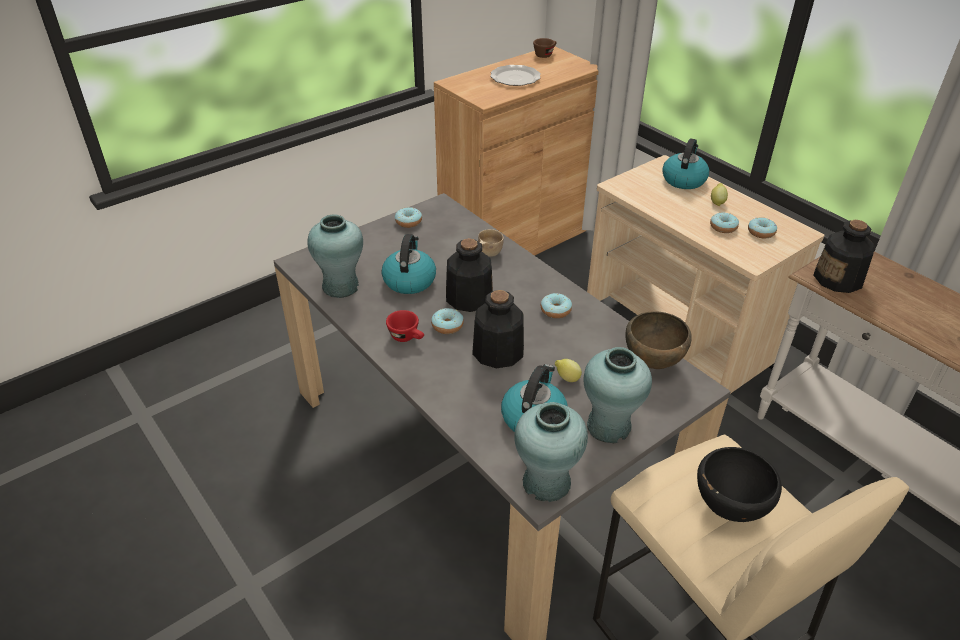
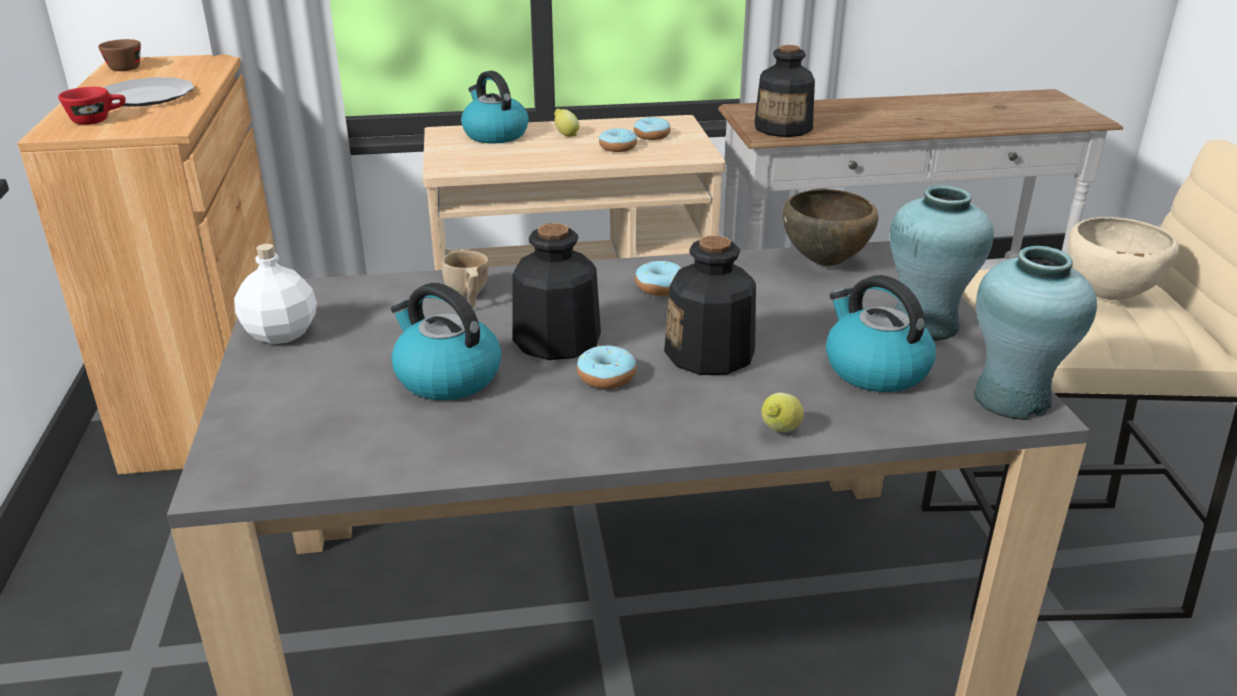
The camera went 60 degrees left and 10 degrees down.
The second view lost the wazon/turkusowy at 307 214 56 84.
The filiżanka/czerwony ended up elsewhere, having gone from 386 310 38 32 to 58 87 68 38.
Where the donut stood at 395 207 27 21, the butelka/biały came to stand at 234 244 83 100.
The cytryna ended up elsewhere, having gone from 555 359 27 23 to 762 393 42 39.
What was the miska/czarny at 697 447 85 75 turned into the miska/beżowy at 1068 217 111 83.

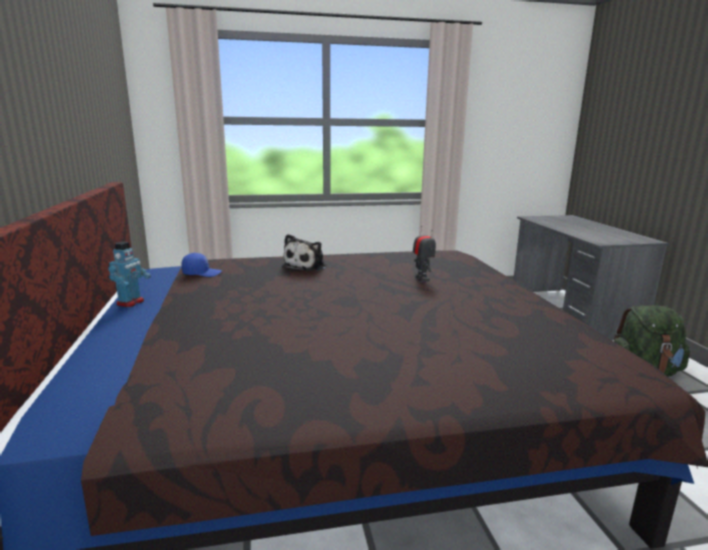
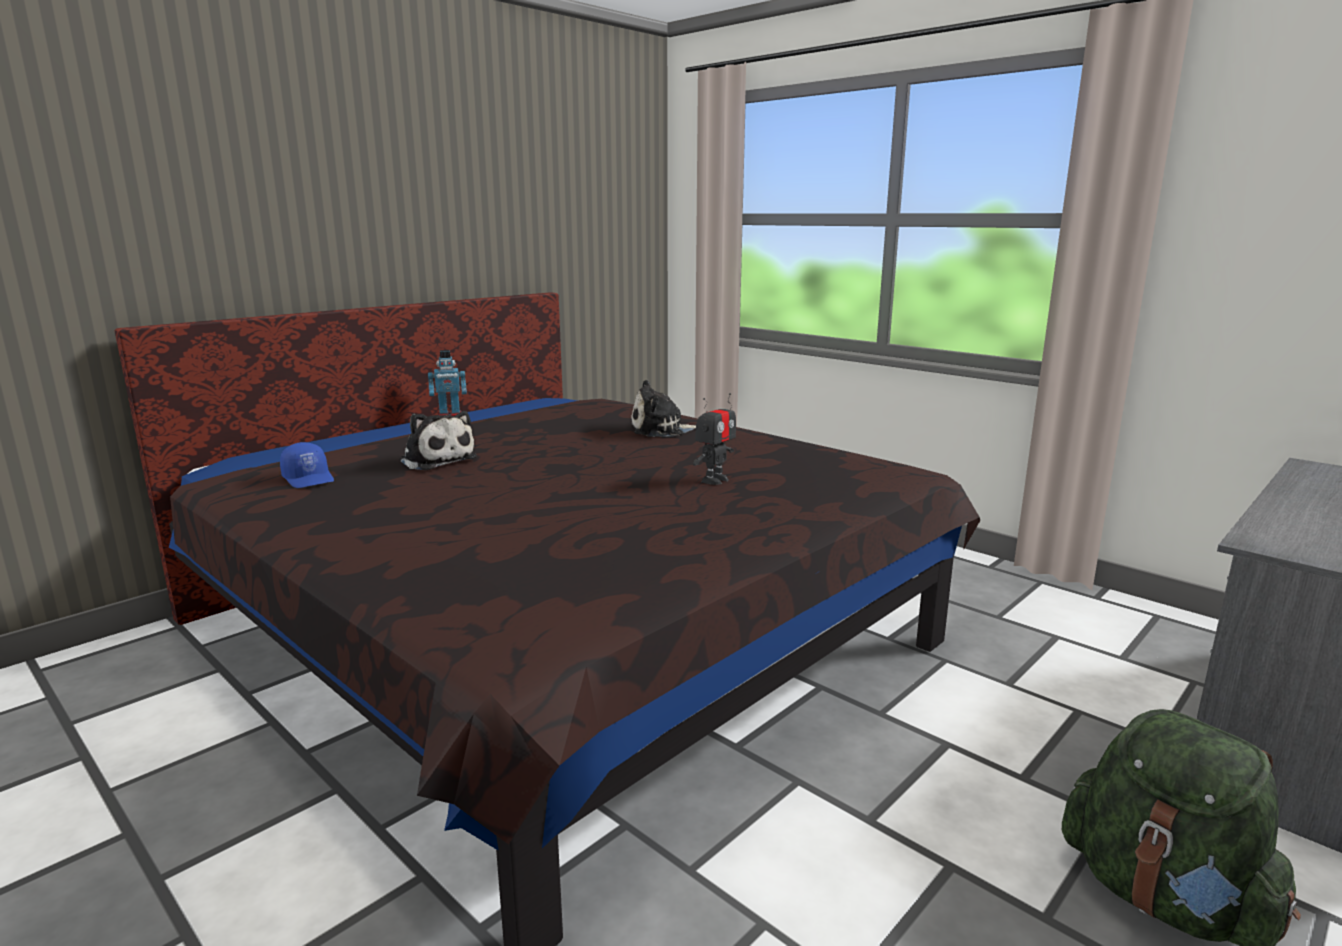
The camera went 55 degrees right and 0 degrees up.
The czapka z daszkiem/niebieski ended up elsewhere, having gone from 181 253 41 24 to 280 442 54 46.
The second view gained the pluszak at 399 411 78 59.

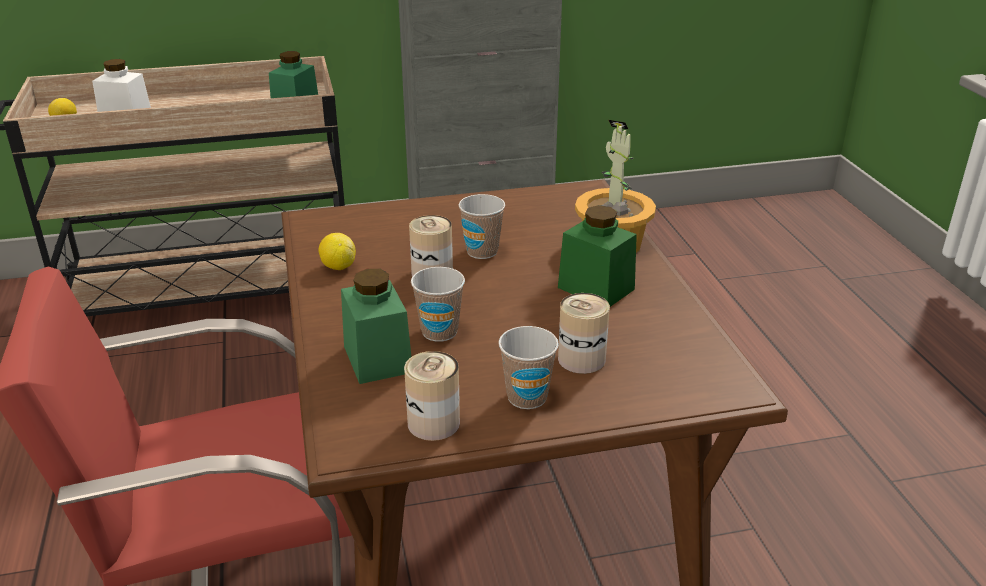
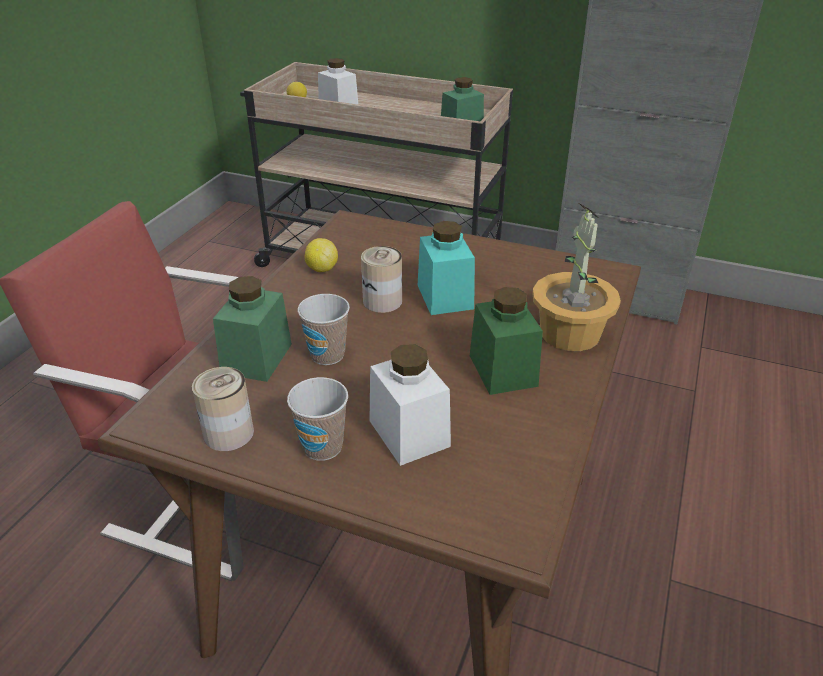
The camera went 35 degrees right and 5 degrees up.
Where the filiżanka stood at 459 194 46 65, the słoik/turkusowy came to stand at 418 221 57 94.
Where the puszka stood at 558 293 52 81, the słoik/biały came to stand at 370 344 81 122.

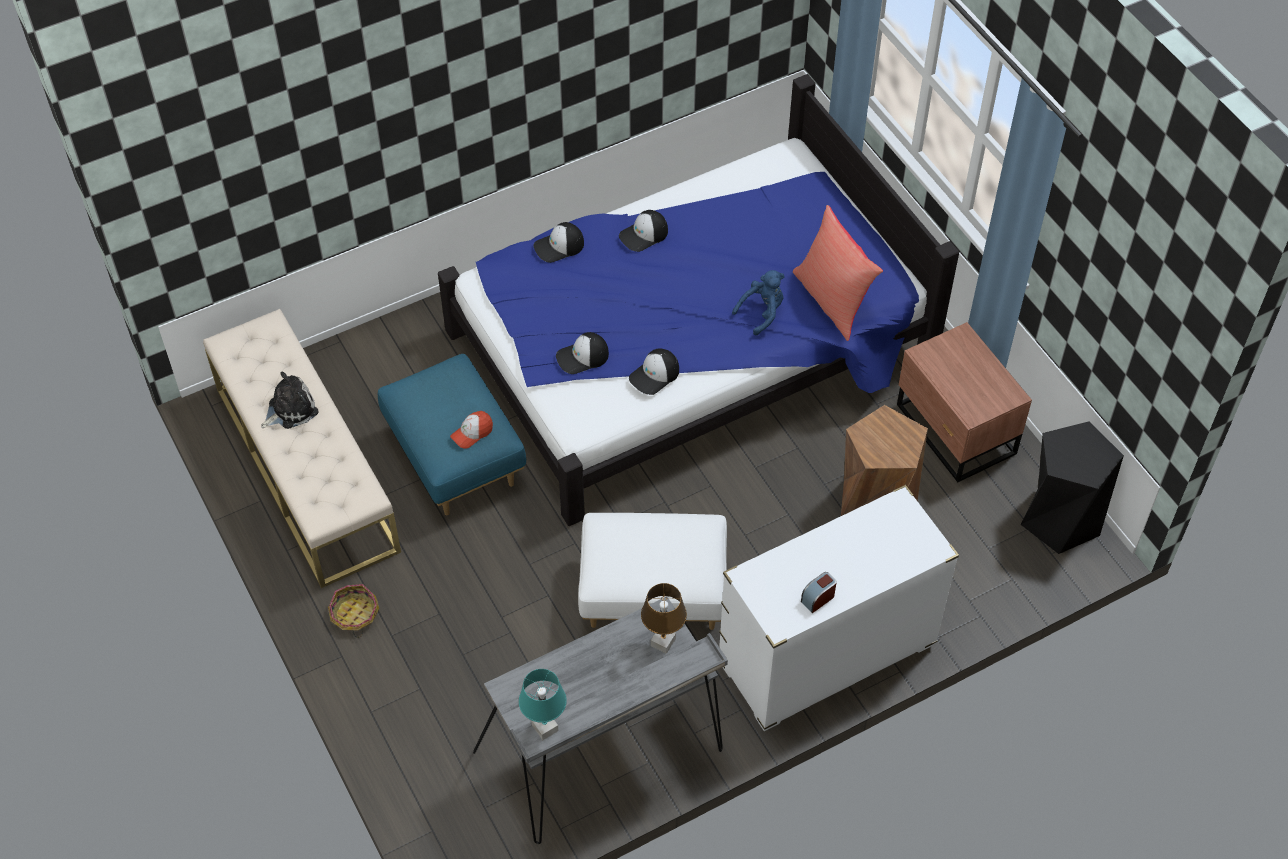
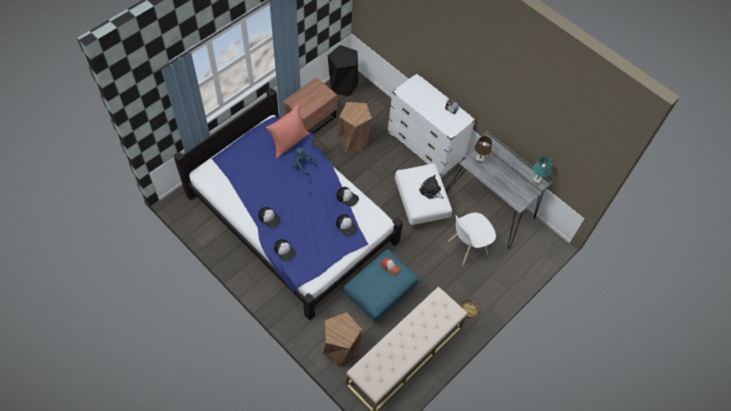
The camera went 110 degrees left and 5 degrees up.
The pluszak ended up elsewhere, having gone from 261 372 58 57 to 419 175 25 24.
The second view gained the stołek/brązowy at 323 312 39 56.
The second view gained the krzesło/biały at 448 213 48 53.

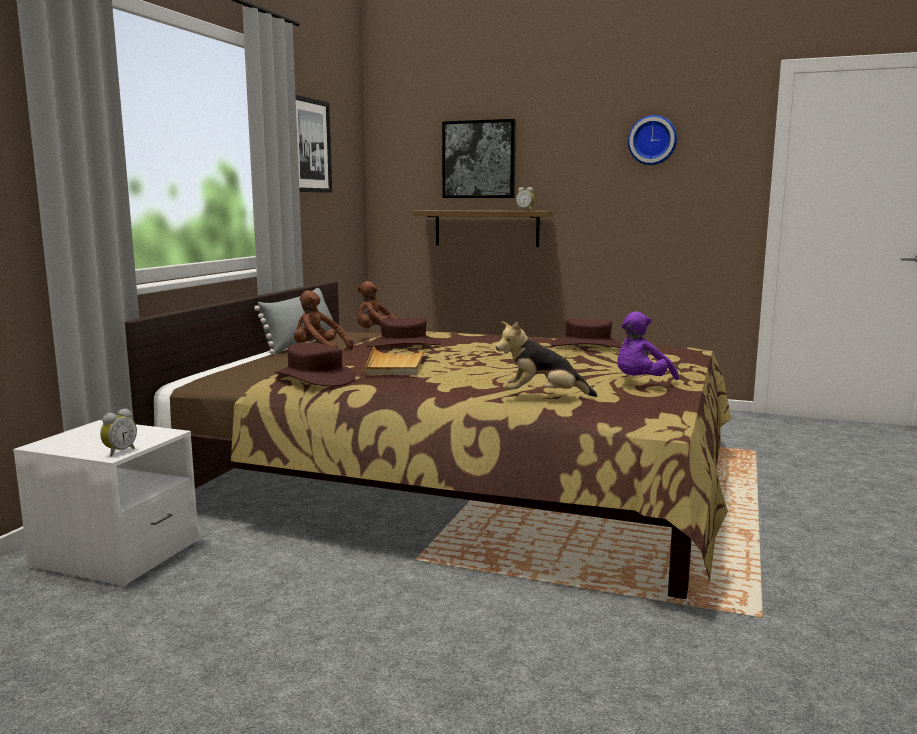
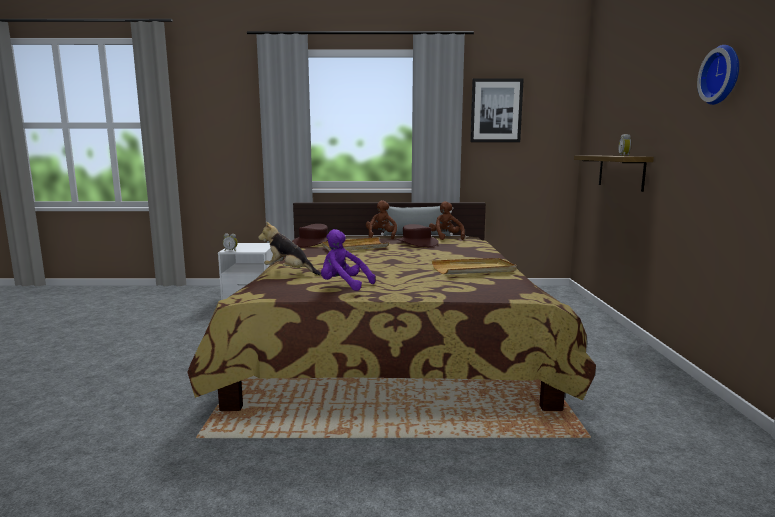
The camera went 70 degrees right and 0 degrees up.
The second view lost the obraz at 442 119 74 79.
The pluszak at 496 321 101 76 ended up facing another way, 45 degrees counterclockwise from before.
Where the kapelusz/brązowy stood at 550 318 73 30, the taca/beżowy came to stand at 431 258 86 16.

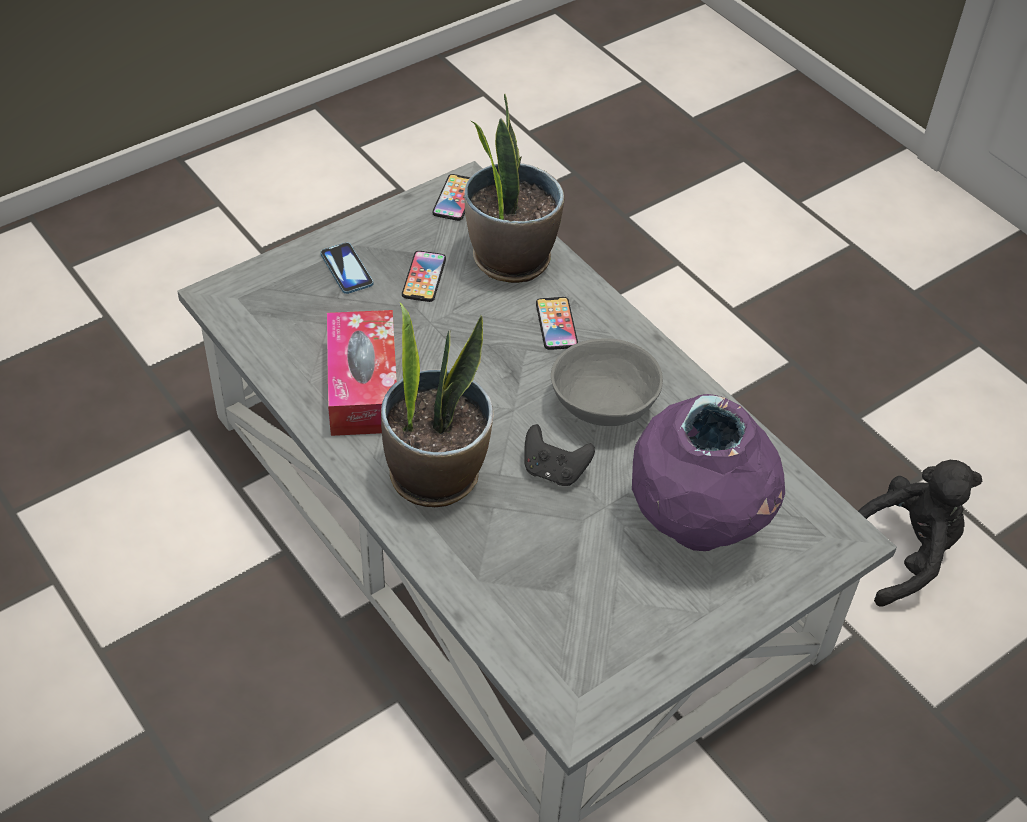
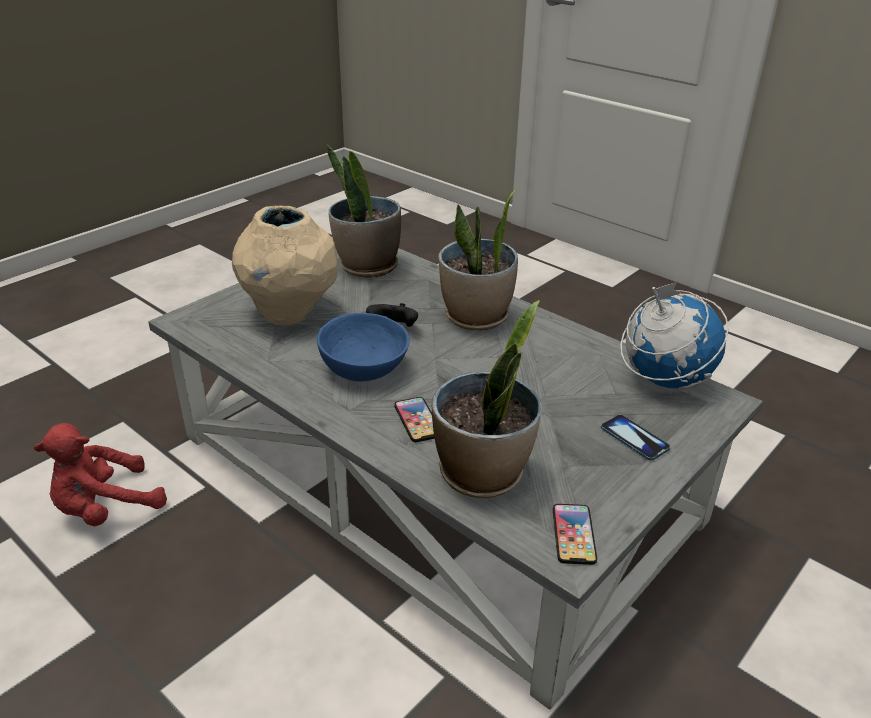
The camera went 170 degrees right and 15 degrees down.
The second view lost the pudełko chusteczek at 327 310 70 126.
The second view lost the telefon at 402 251 44 51.
What was the miska/szary at 551 338 112 88 turned into the miska/niebieski at 317 313 93 69.
What was the wazon/fioletowy at 632 394 153 157 turned into the wazon/beżowy at 232 206 106 120.
What was the pluszak/czarny at 858 460 124 147 turned into the pluszak/czerwony at 34 423 133 103.
The second view gained the roślina doniczkowa at 327 145 74 133.
The second view gained the globus at 620 281 109 110.

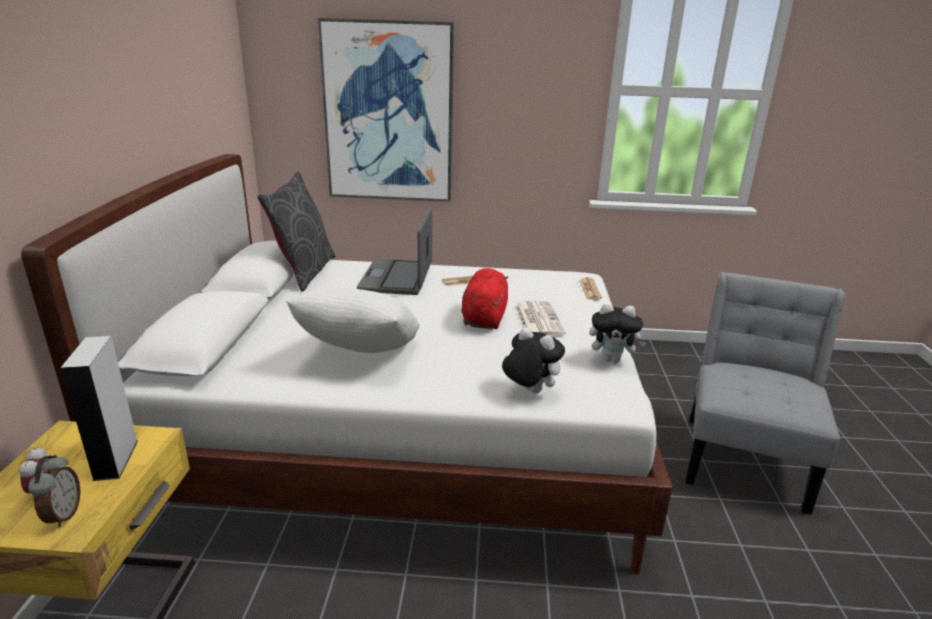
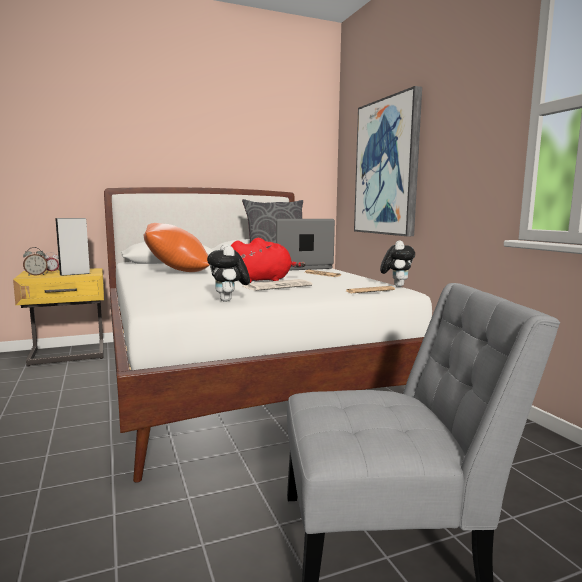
The camera went 65 degrees right and 15 degrees down.
What was the poduszka/biały at 286 288 134 65 turned into the poduszka/pomarańczowy at 143 223 67 49.
The pluszak ended up elsewhere, having gone from 502 327 63 66 to 380 240 35 47.

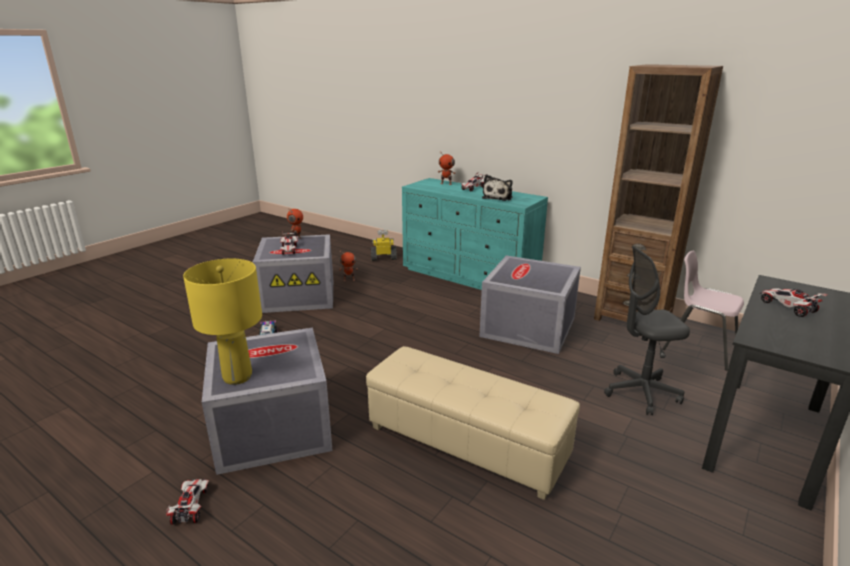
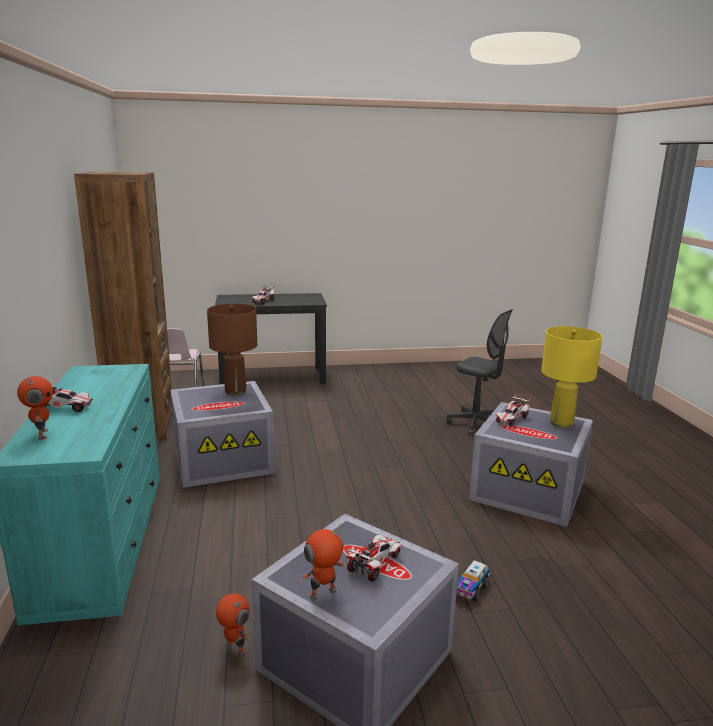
The camera went 135 degrees left and 5 degrees down.
The samochodzik ended up elsewhere, having gone from 166 478 43 47 to 496 395 34 32.
The second view lost the pufa/beżowy at 366 346 214 154.
The second view lost the robot zabawkowy at 371 229 26 32.
The second view lost the pluszak at 482 175 31 26.
The krzesło biurowe/szary ended up elsewhere, having gone from 604 246 86 169 to 447 309 66 127.
The second view gained the lampa stołowa/brązowy at 207 304 50 91.

